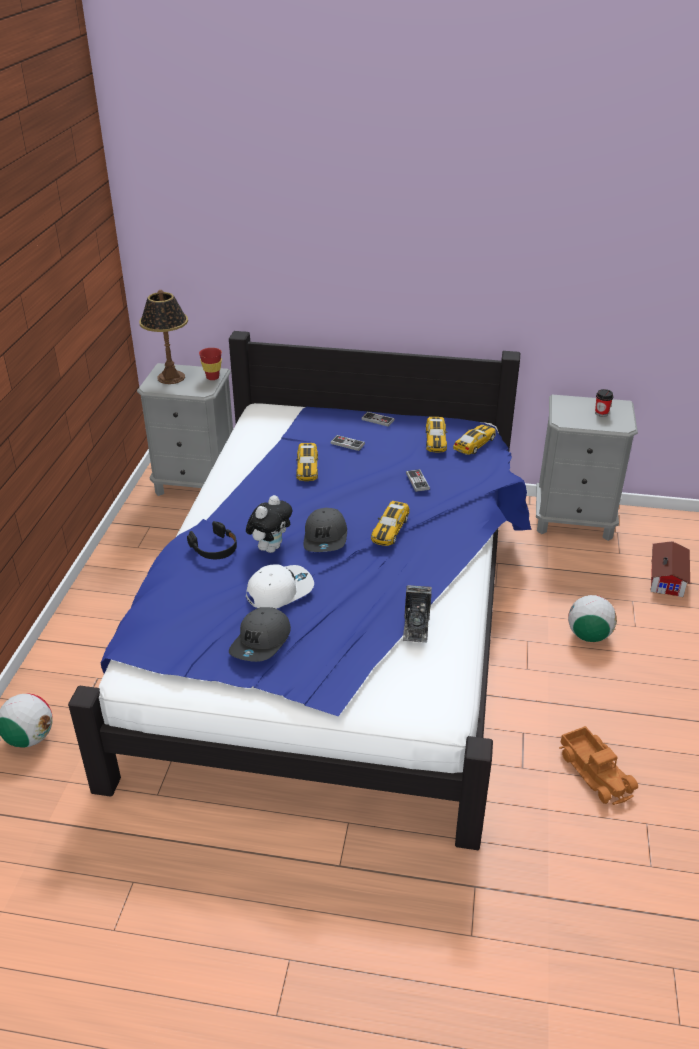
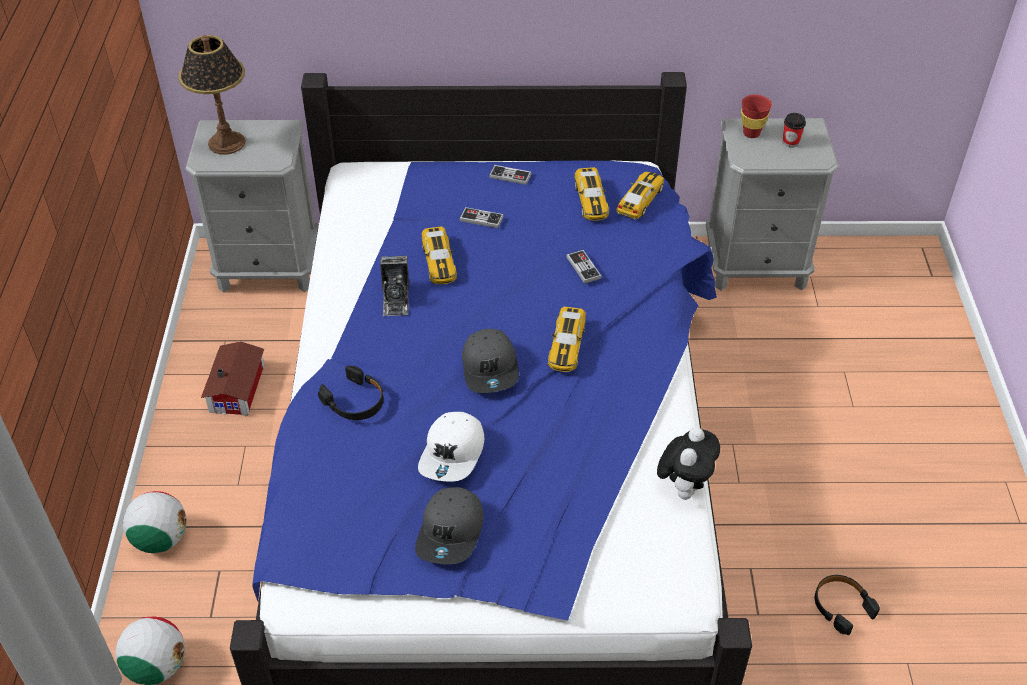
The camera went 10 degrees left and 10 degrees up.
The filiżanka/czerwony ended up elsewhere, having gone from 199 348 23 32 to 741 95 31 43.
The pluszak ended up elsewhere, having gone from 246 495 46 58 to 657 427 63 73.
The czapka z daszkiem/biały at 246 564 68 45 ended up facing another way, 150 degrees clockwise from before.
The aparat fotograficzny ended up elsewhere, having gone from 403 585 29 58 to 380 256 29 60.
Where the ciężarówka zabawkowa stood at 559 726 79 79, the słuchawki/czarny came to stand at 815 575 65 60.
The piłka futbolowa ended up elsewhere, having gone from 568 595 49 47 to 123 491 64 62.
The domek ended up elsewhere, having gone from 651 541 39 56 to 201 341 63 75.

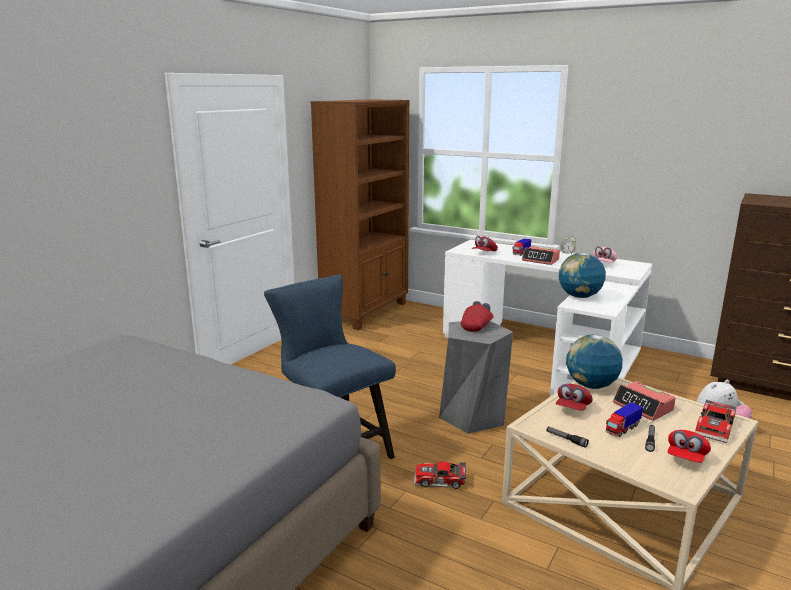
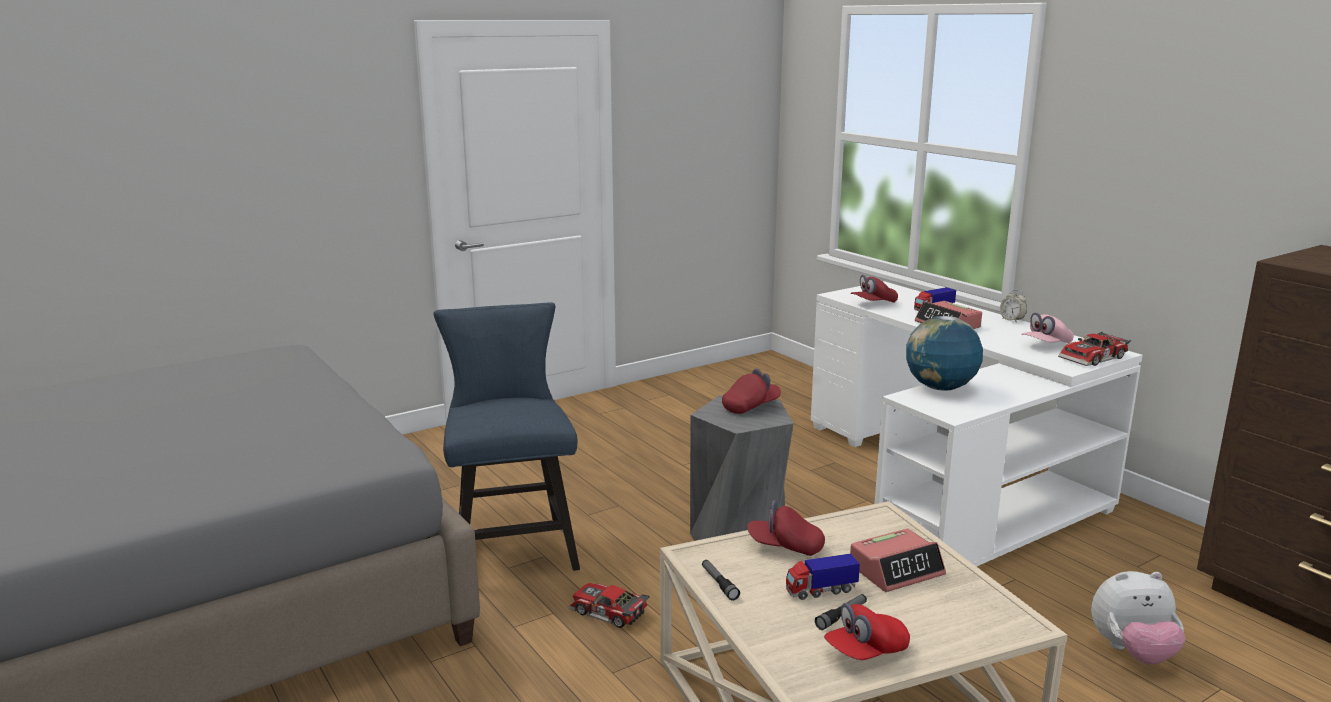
The camera went 25 degrees right and 0 degrees up.
The second view lost the regał/brązowy at 311 99 98 231.
The czapka z daszkiem/czerwony at 556 384 37 26 ended up facing another way, 45 degrees clockwise from before.
The second view lost the globus at 566 334 57 55.
The budzik at 613 381 63 40 ended up facing another way, 105 degrees counterclockwise from before.
The samochodzik ended up elsewhere, having gone from 695 399 42 44 to 1058 332 73 34.

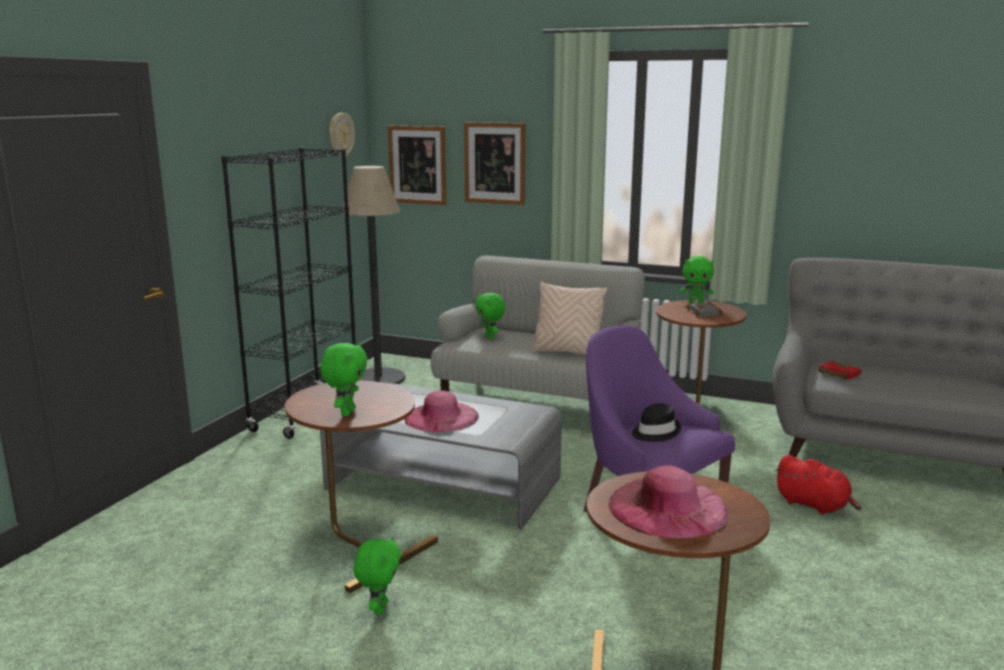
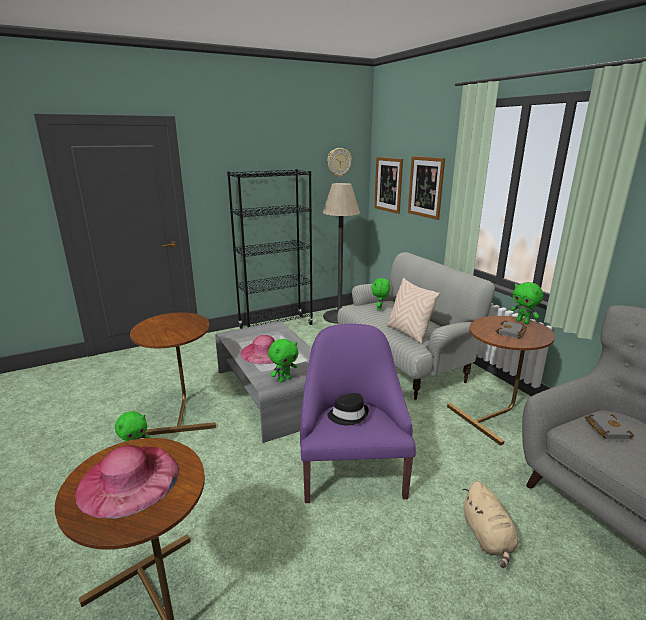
The camera went 40 degrees right and 5 degrees up.
The pluszak/zielony ended up elsewhere, having gone from 320 343 48 73 to 268 339 30 43.
What was the pluszak/czerwony at 775 455 87 59 turned into the pluszak/beżowy at 463 481 55 87.
What was the książka/czerwony at 818 360 44 20 turned into the książka/szary at 585 414 49 26.

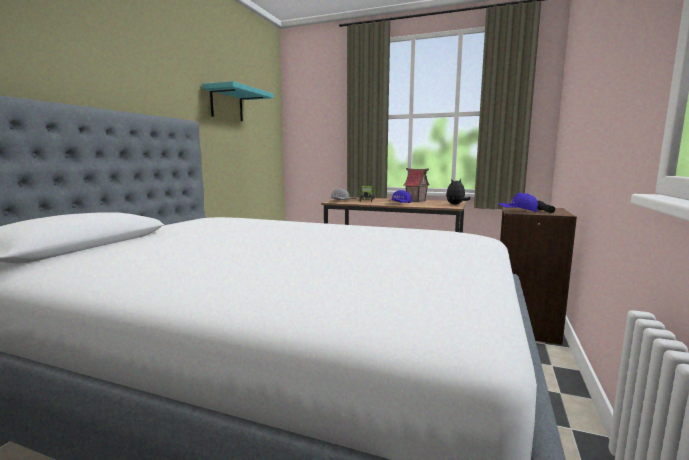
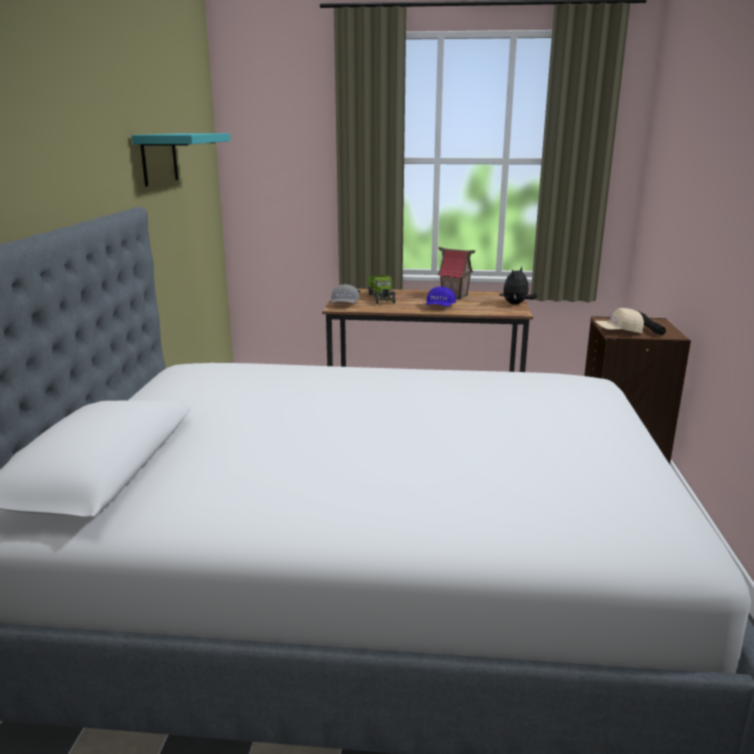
The camera went 15 degrees left and 10 degrees up.
What was the czapka z daszkiem/niebieski at 498 193 40 20 turned into the czapka z daszkiem/beżowy at 595 308 49 25.

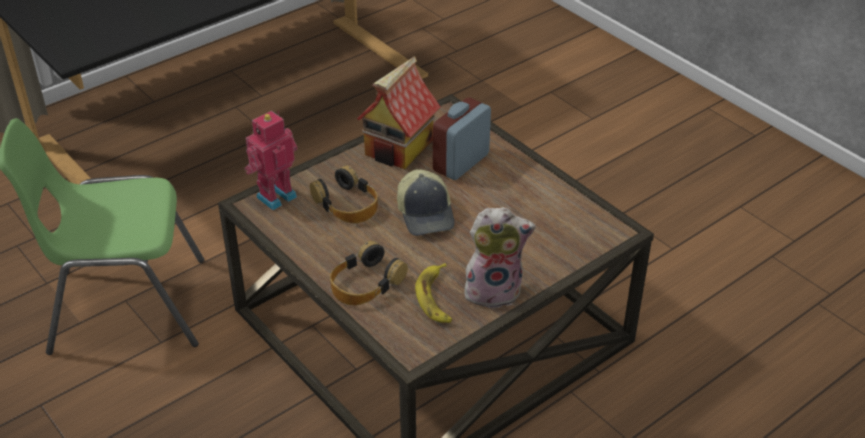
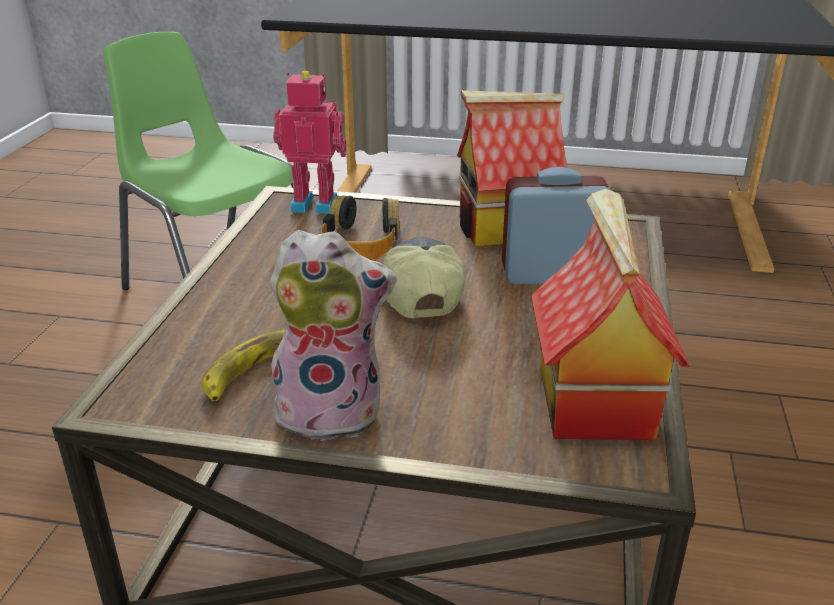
The camera went 50 degrees right and 10 degrees down.
The second view lost the słuchawki at 330 241 78 64.
The czapka z daszkiem at 397 169 57 67 ended up facing another way, 135 degrees clockwise from before.
The pluszak at 464 207 72 102 ended up facing another way, 45 degrees counterclockwise from before.
The second view gained the domek at 531 188 159 252.

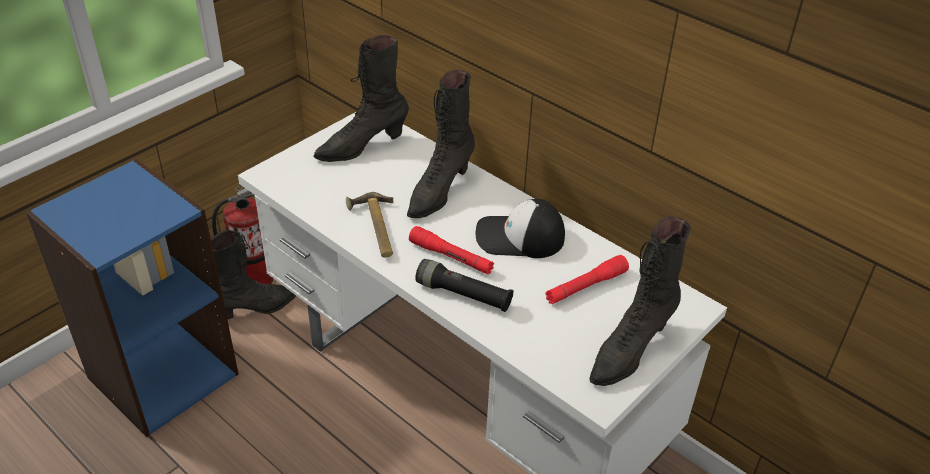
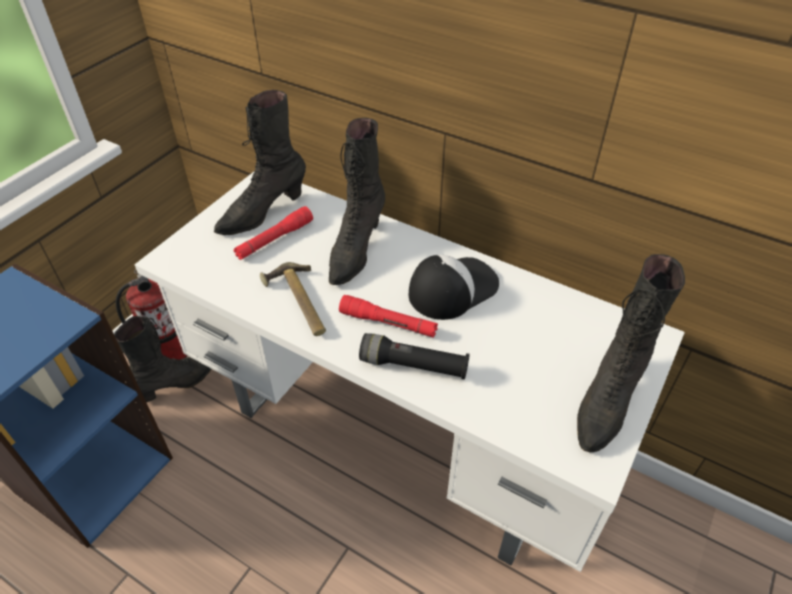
The camera went 10 degrees left and 5 degrees up.
The czapka z daszkiem at 476 199 89 59 ended up facing another way, 150 degrees clockwise from before.
The latarka/czerwony ended up elsewhere, having gone from 545 255 84 49 to 234 206 79 54.

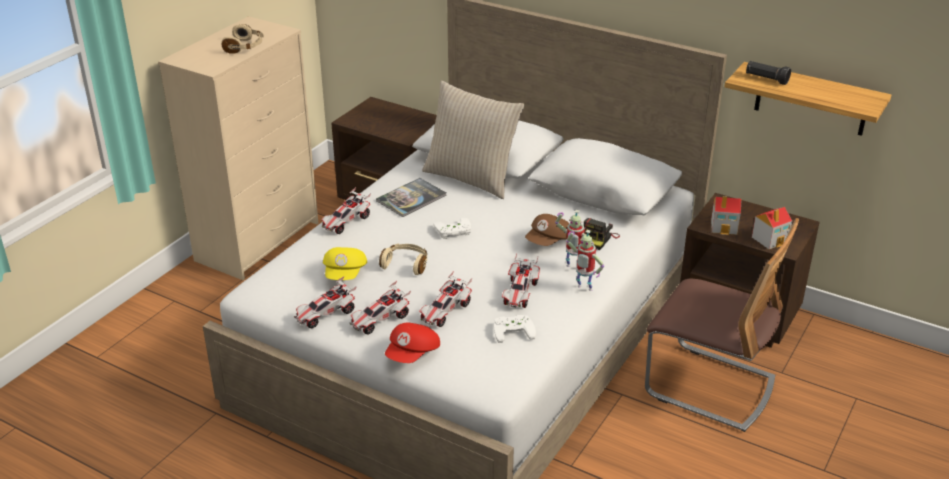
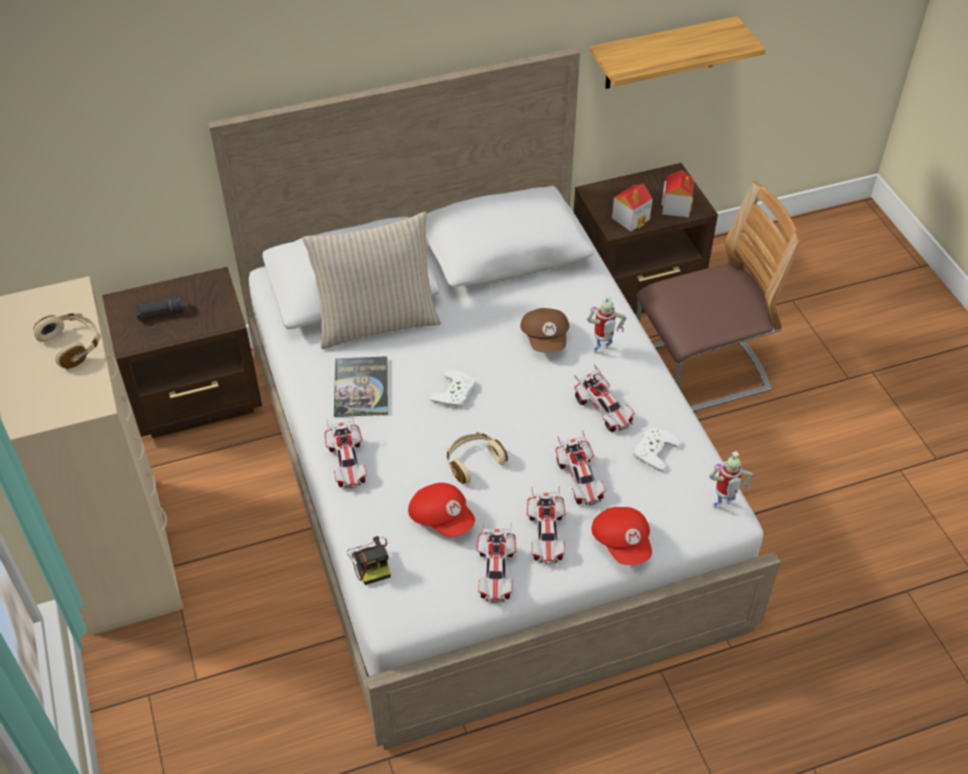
The camera went 50 degrees left and 15 degrees up.
What was the czapka z daszkiem/żółty at 323 247 44 33 turned into the czapka z daszkiem/czerwony at 408 483 67 54.
The robot zabawkowy ended up elsewhere, having gone from 566 230 38 61 to 709 451 45 57.
The aparat fotograficzny ended up elsewhere, having gone from 584 218 36 32 to 347 536 44 49.
The latarka/czarny ended up elsewhere, having gone from 746 61 45 24 to 134 294 50 27.

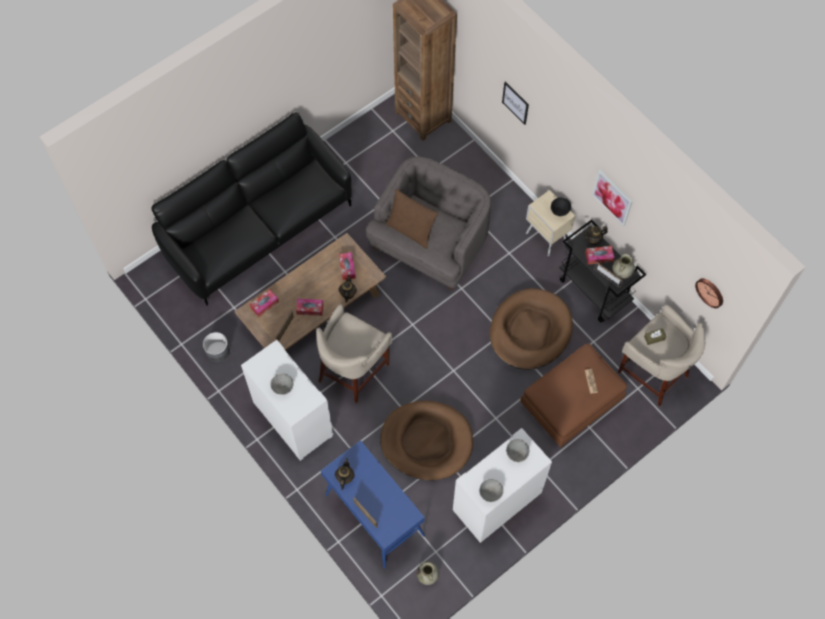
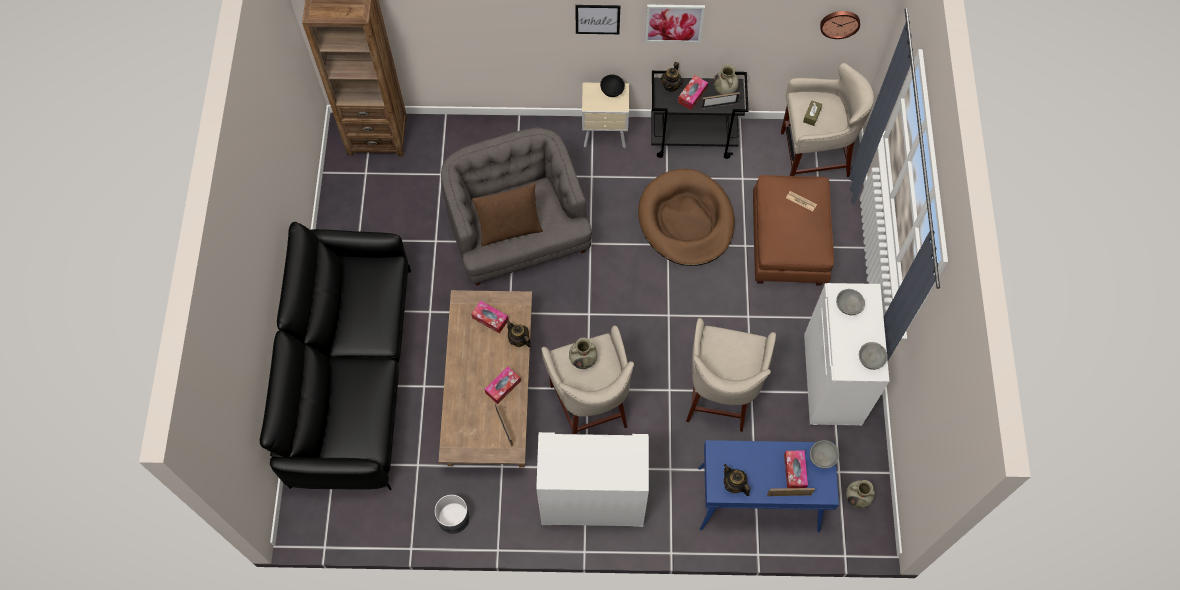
The camera went 50 degrees left and 0 degrees up.
The pudełko chusteczek ended up elsewhere, having gone from 250 289 29 28 to 784 450 24 38.
The miska/szary ended up elsewhere, having gone from 270 373 23 22 to 810 440 29 28.
Where the legowisko/brązowy stood at 380 401 93 79, the stołek/beżowy came to stand at 686 318 90 114.
The obraz ended up elsewhere, having gone from 502 82 27 43 to 575 5 45 29.
The second view gained the wazon/beżowy at 569 337 28 32.

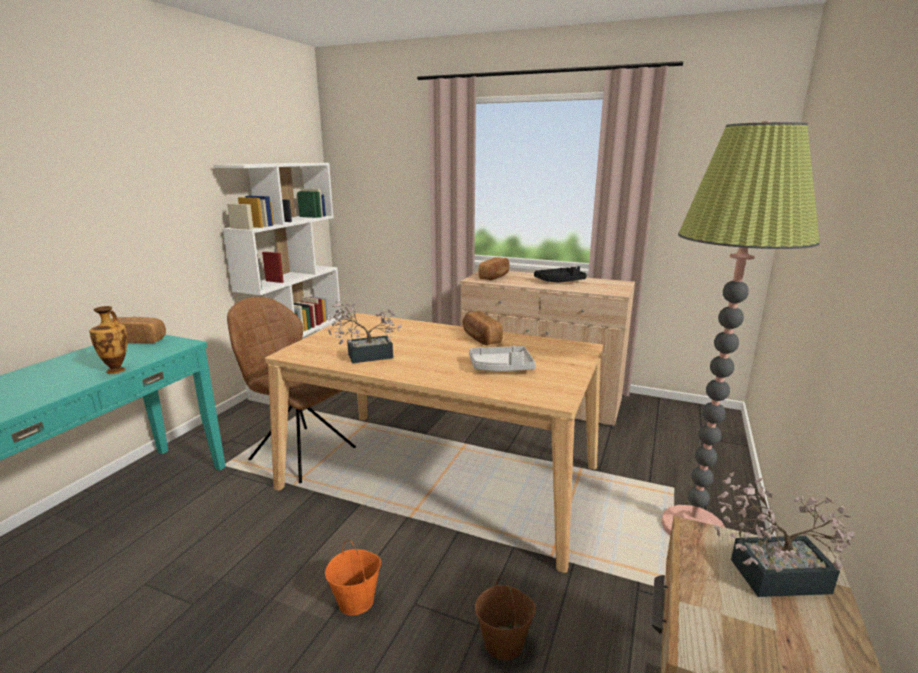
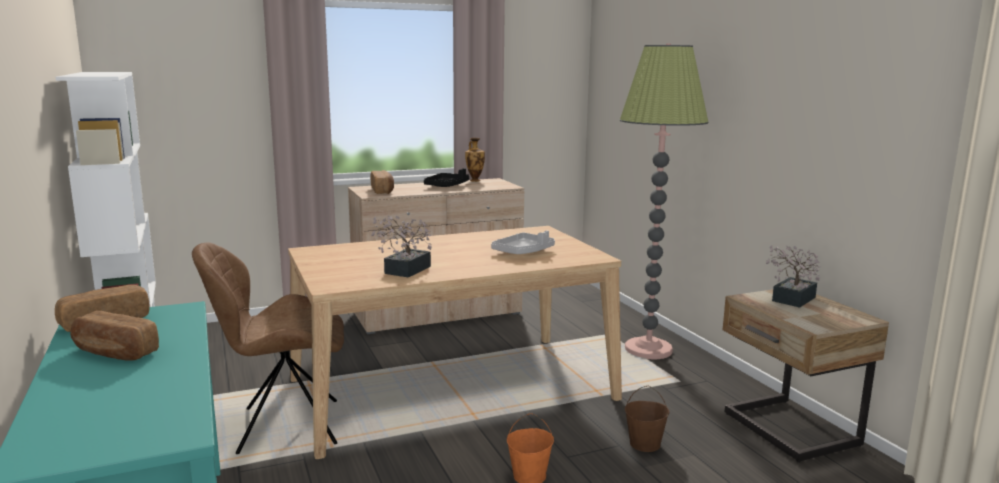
The camera went 45 degrees left and 5 degrees down.
The wazon ended up elsewhere, having gone from 89 306 38 68 to 465 138 20 44.
The chleb ended up elsewhere, having gone from 463 311 40 34 to 70 311 89 50.

